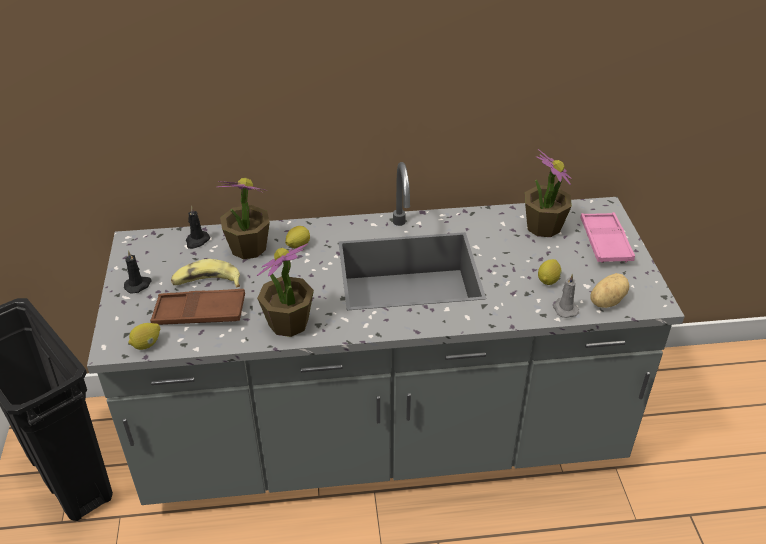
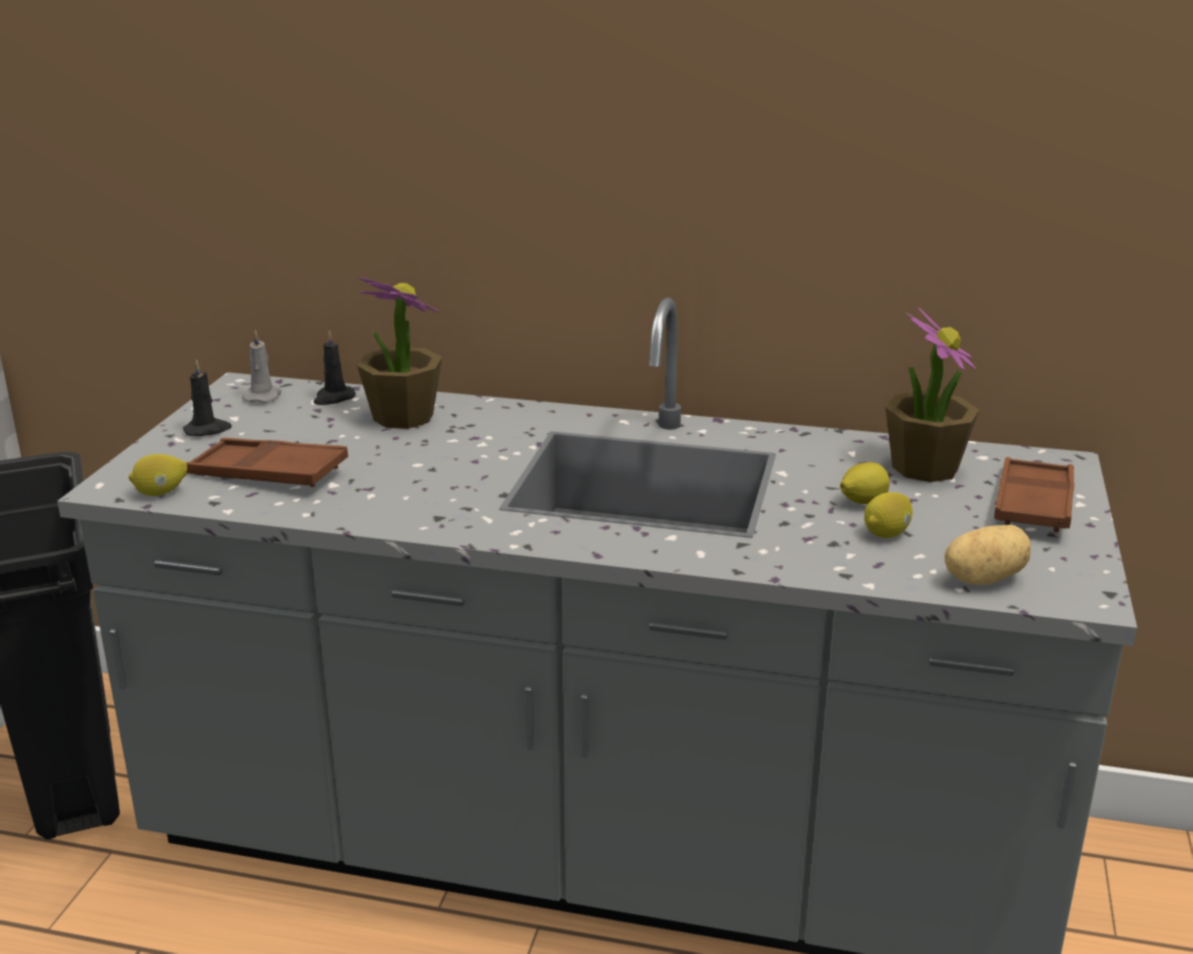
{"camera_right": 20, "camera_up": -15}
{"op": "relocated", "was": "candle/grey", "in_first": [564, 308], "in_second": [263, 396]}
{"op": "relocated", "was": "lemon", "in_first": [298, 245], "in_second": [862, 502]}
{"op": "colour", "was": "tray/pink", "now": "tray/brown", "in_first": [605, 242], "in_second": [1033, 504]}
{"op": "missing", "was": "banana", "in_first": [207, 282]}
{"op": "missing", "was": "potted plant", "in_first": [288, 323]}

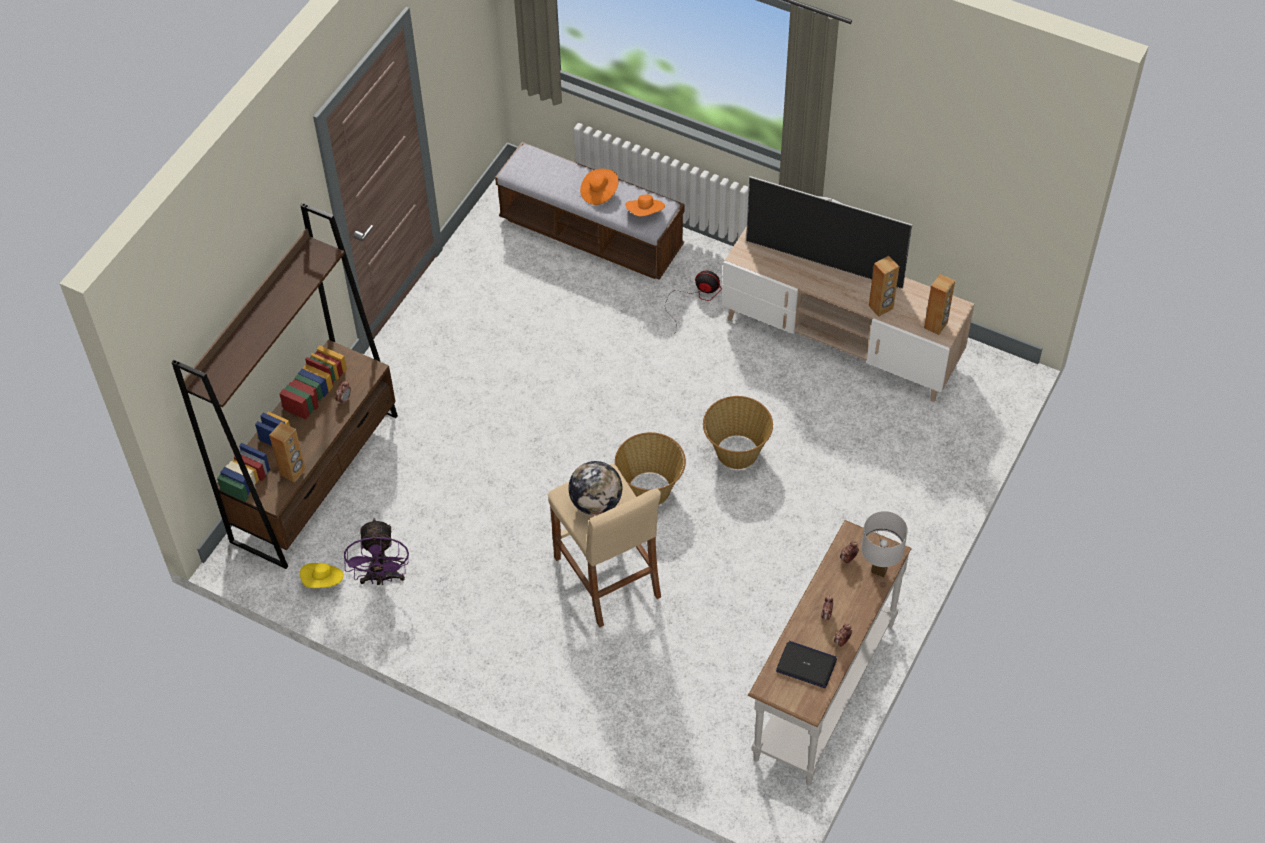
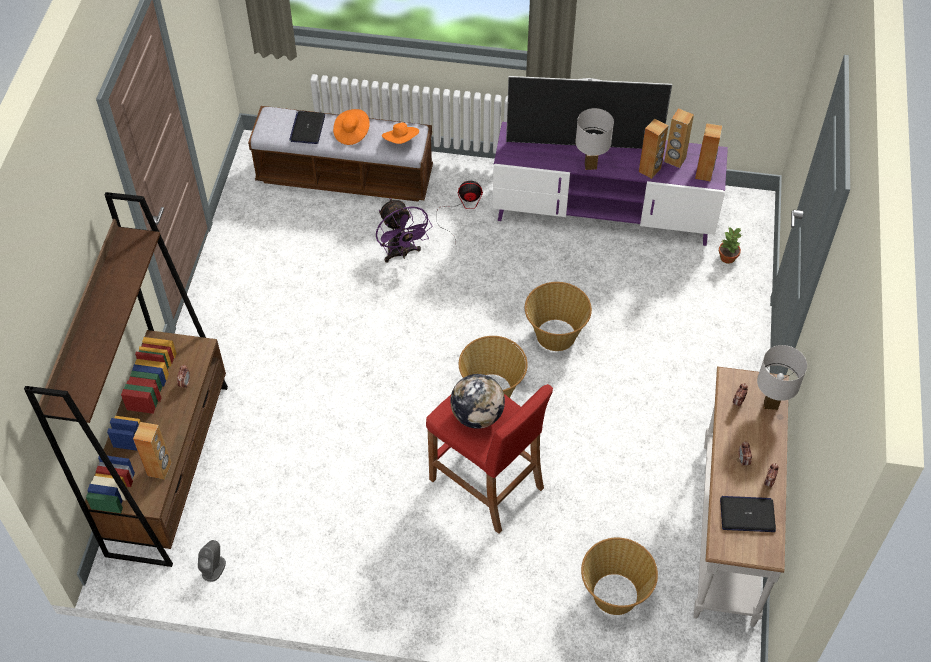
{"camera_right": -20, "camera_up": 0}
{"op": "exchanged", "was": "hat/yellow", "now": "speaker/grey", "in_first": [323, 581], "in_second": [214, 568]}
{"op": "appeared", "now": "laptop", "in_second": [307, 128]}
{"op": "relocated", "was": "fan/purple", "in_first": [382, 577], "in_second": [401, 253]}
{"op": "colour", "was": "stool/beige", "now": "stool/red", "in_first": [607, 577], "in_second": [487, 484]}
{"op": "colour", "was": "tv stand/beige", "now": "tv stand/purple", "in_first": [840, 340], "in_second": [603, 213]}
{"op": "appeared", "now": "table lamp/white", "in_second": [590, 166]}
{"op": "appeared", "now": "basket", "in_second": [614, 594]}
{"op": "appeared", "now": "speaker/brown", "in_second": [675, 160]}
{"op": "appeared", "now": "potted plant", "in_second": [728, 258]}

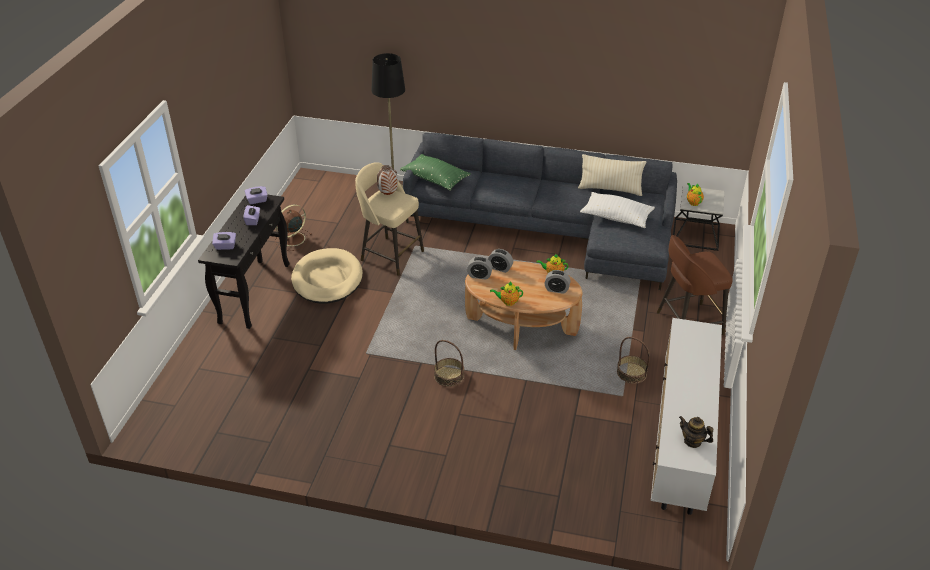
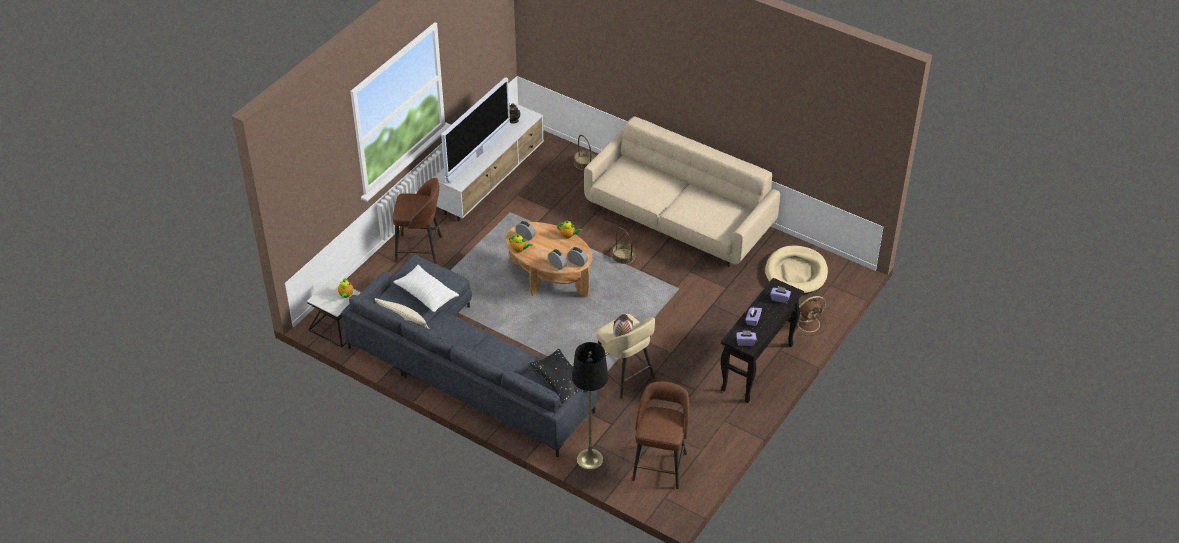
{"camera_right": -160, "camera_up": 5}
{"op": "appeared", "now": "television", "in_second": [478, 155]}
{"op": "colour", "was": "pillow/green", "now": "pillow/black", "in_first": [435, 179], "in_second": [561, 382]}
{"op": "relocated", "was": "basket", "in_first": [631, 373], "in_second": [584, 163]}
{"op": "appeared", "now": "sofa/beige", "in_second": [679, 220]}
{"op": "appeared", "now": "stool/brown", "in_second": [660, 465]}
{"op": "relocated", "was": "dog bed/beige", "in_first": [327, 279], "in_second": [796, 273]}
{"op": "relocated", "was": "fan/brown", "in_first": [292, 239], "in_second": [809, 323]}

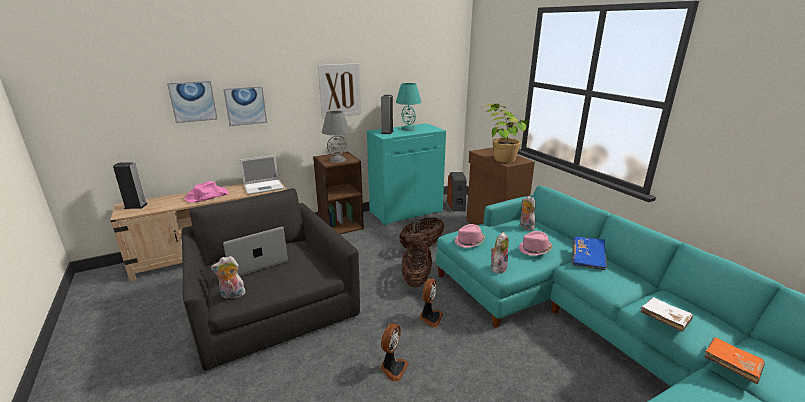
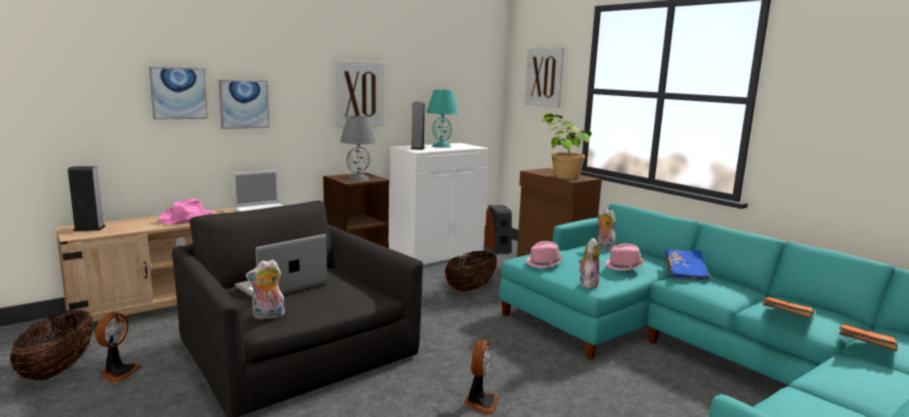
{"camera_right": -10, "camera_up": -10}
{"op": "relocated", "was": "basket", "in_first": [416, 279], "in_second": [58, 369]}
{"op": "relocated", "was": "fan", "in_first": [430, 318], "in_second": [118, 372]}
{"op": "colour", "was": "cabinet/turquoise", "now": "cabinet/white", "in_first": [406, 211], "in_second": [436, 254]}
{"op": "appeared", "now": "picture", "in_second": [544, 77]}
{"op": "colour", "was": "book/white", "now": "book/orange", "in_first": [663, 321], "in_second": [786, 317]}

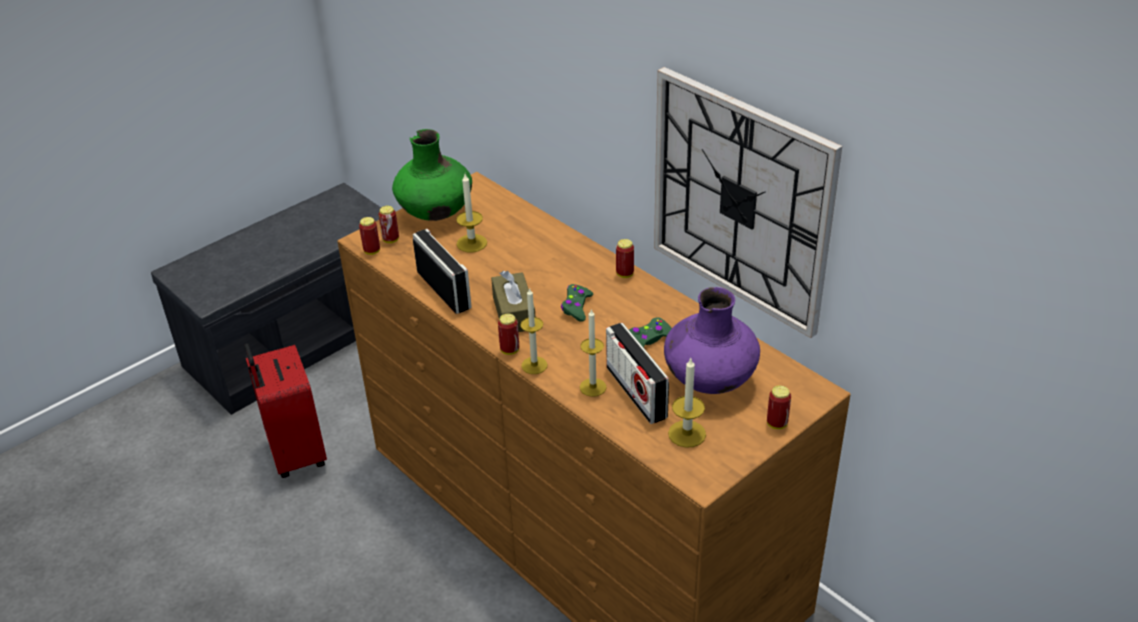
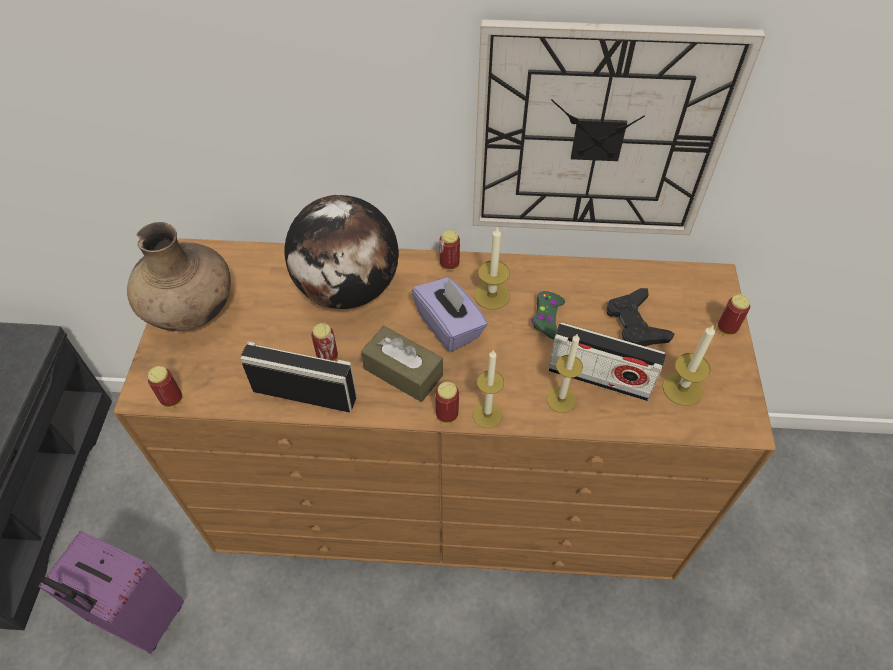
{"camera_right": -45, "camera_up": 15}
{"op": "colour", "was": "suitcase/red", "now": "suitcase/purple", "in_first": [295, 454], "in_second": [139, 617]}
{"op": "colour", "was": "vase/green", "now": "vase/brown", "in_first": [436, 213], "in_second": [191, 310]}
{"op": "appeared", "now": "globe", "in_second": [348, 289]}
{"op": "relocated", "was": "can", "in_first": [391, 240], "in_second": [327, 357]}
{"op": "exchanged", "was": "game controller/green", "now": "tissue box/purple", "in_first": [576, 307], "in_second": [449, 326]}
{"op": "relocated", "was": "candle", "in_first": [472, 243], "in_second": [492, 295]}
{"op": "exchanged", "was": "vase/purple", "now": "game controller/black", "in_first": [709, 380], "in_second": [635, 324]}

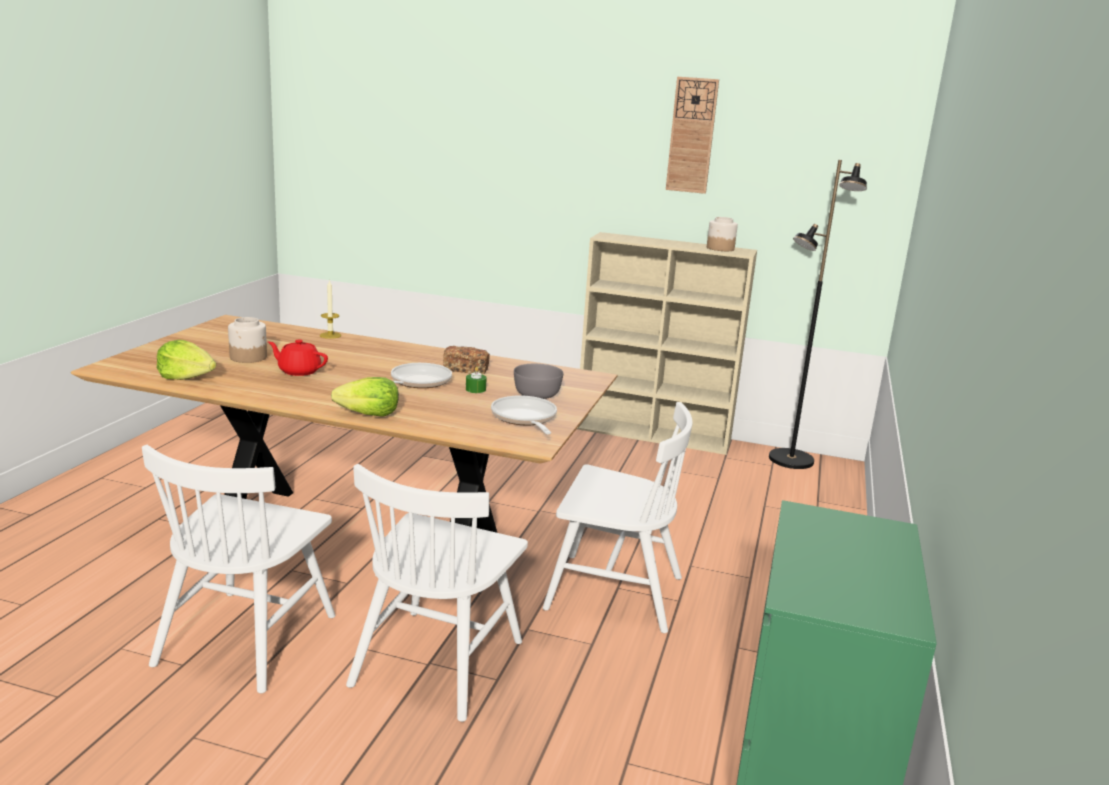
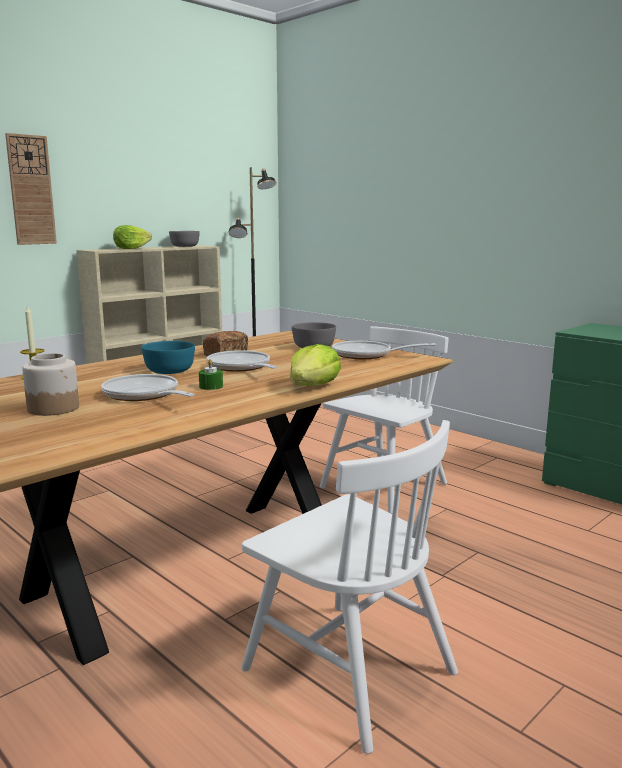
{"camera_right": -60, "camera_up": -5}
{"op": "relocated", "was": "wall clock", "in_first": [692, 135], "in_second": [31, 190]}
{"op": "exchanged", "was": "teapot/red", "now": "frying pan", "in_first": [299, 371], "in_second": [144, 395]}
{"op": "relocated", "was": "lettuce", "in_first": [186, 377], "in_second": [131, 248]}
{"op": "appeared", "now": "bowl/turquoise", "in_second": [169, 370]}
{"op": "exchanged", "was": "jar", "now": "bowl/grey", "in_first": [720, 248], "in_second": [184, 246]}
{"op": "relocated", "was": "candle/green", "in_first": [475, 389], "in_second": [211, 386]}
{"op": "missing", "was": "chair/white", "in_first": [437, 662]}

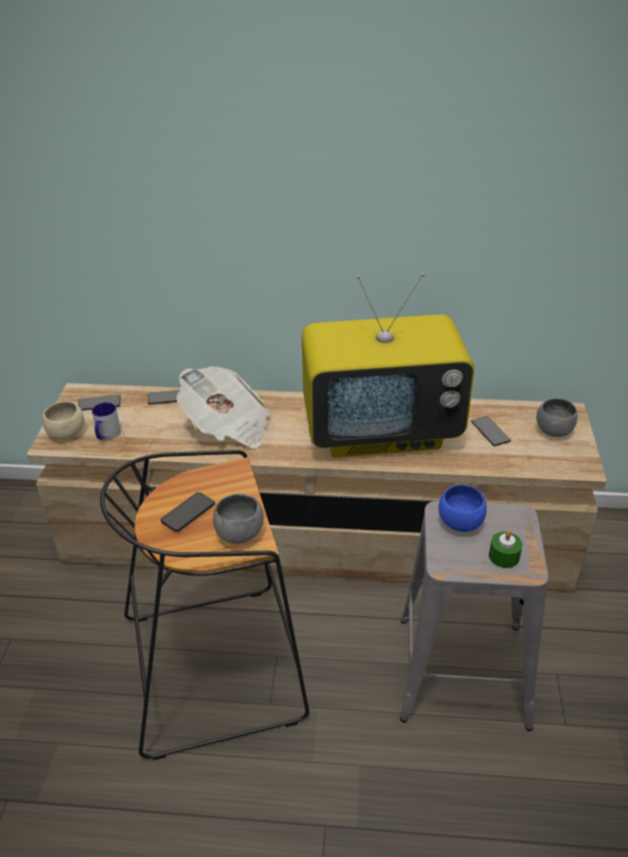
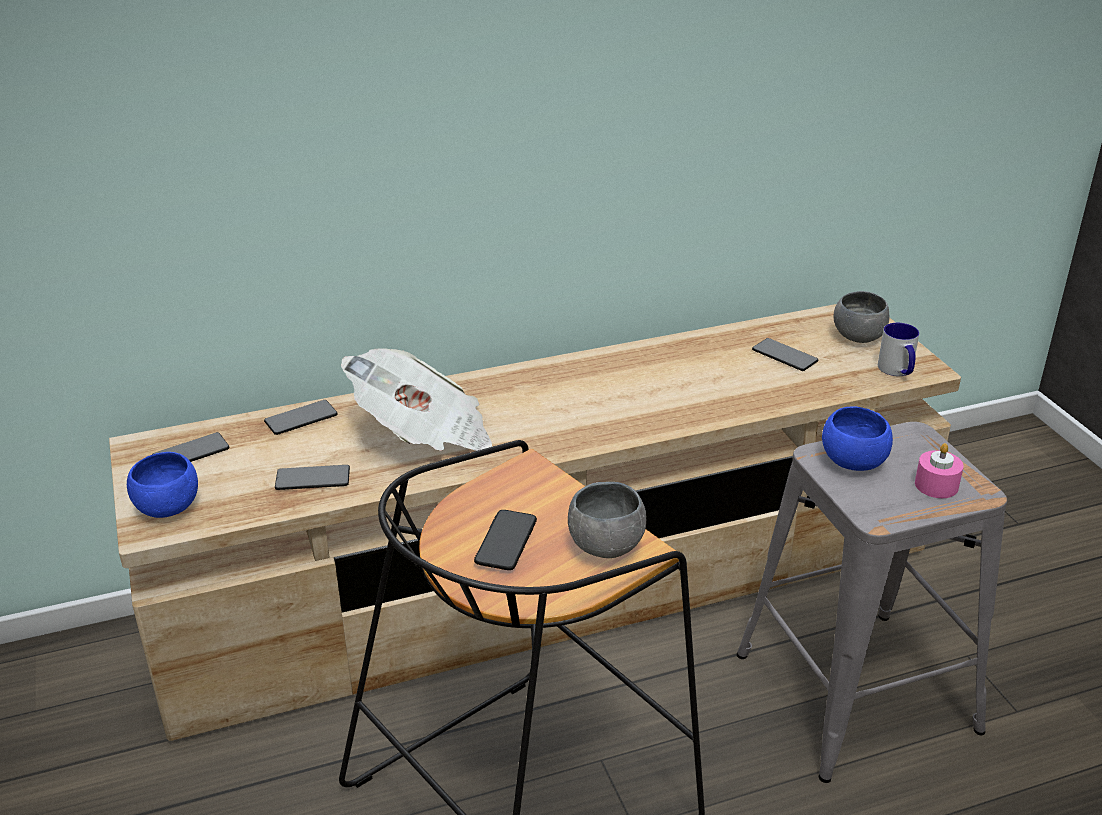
{"camera_right": -25, "camera_up": -5}
{"op": "colour", "was": "bowl/beige", "now": "bowl/blue", "in_first": [66, 433], "in_second": [167, 507]}
{"op": "appeared", "now": "phone", "in_second": [313, 479]}
{"op": "relocated", "was": "mug", "in_first": [106, 435], "in_second": [898, 371]}
{"op": "colour", "was": "candle/green", "now": "candle/pink", "in_first": [504, 556], "in_second": [936, 485]}
{"op": "missing", "was": "television", "in_first": [382, 431]}

